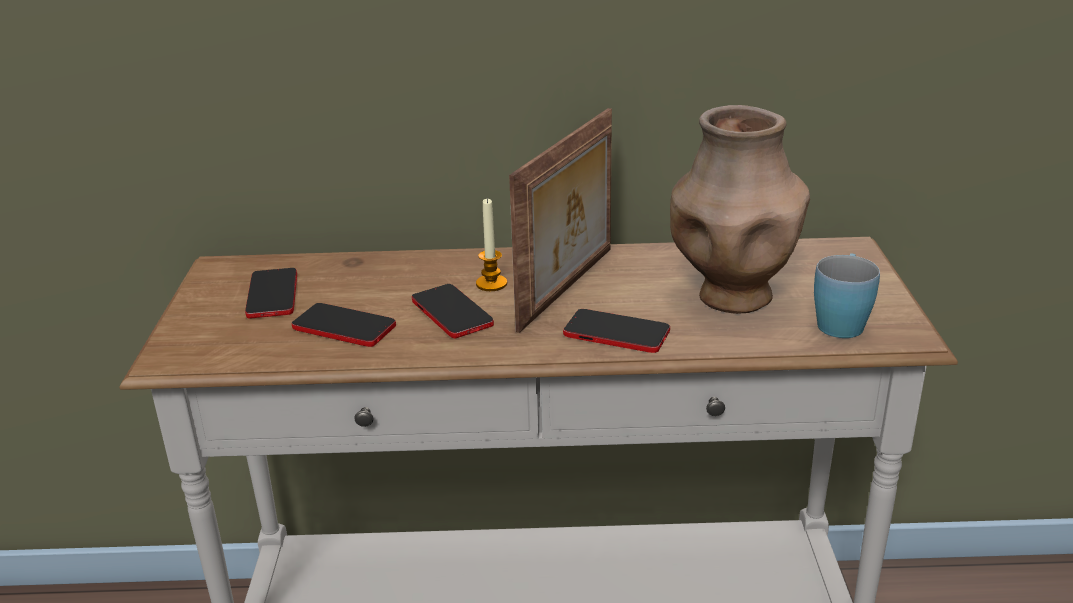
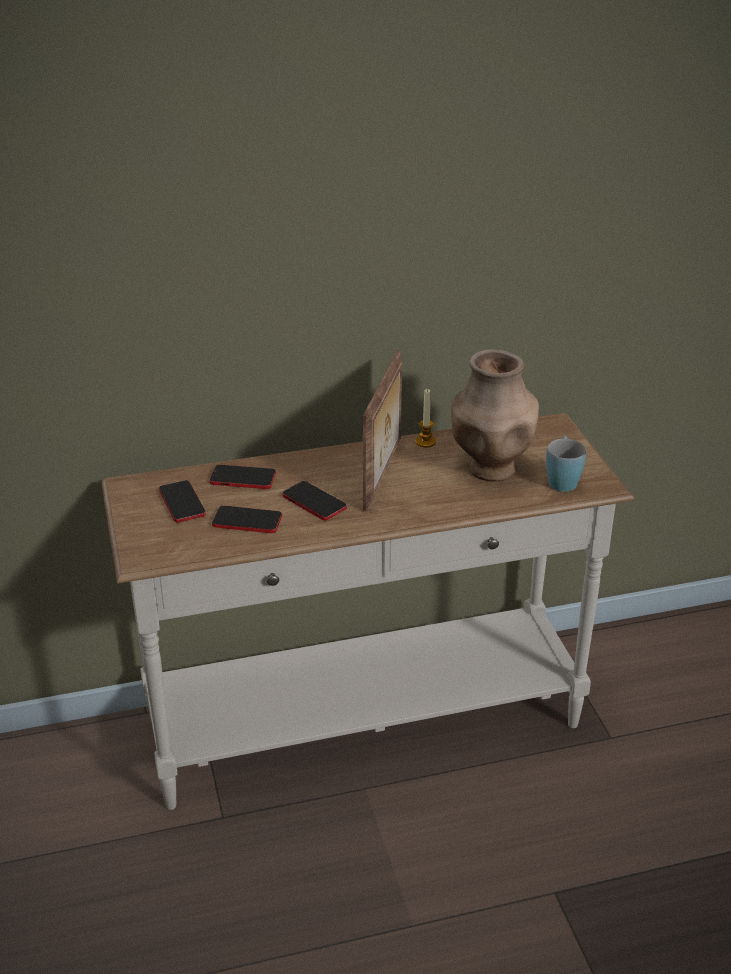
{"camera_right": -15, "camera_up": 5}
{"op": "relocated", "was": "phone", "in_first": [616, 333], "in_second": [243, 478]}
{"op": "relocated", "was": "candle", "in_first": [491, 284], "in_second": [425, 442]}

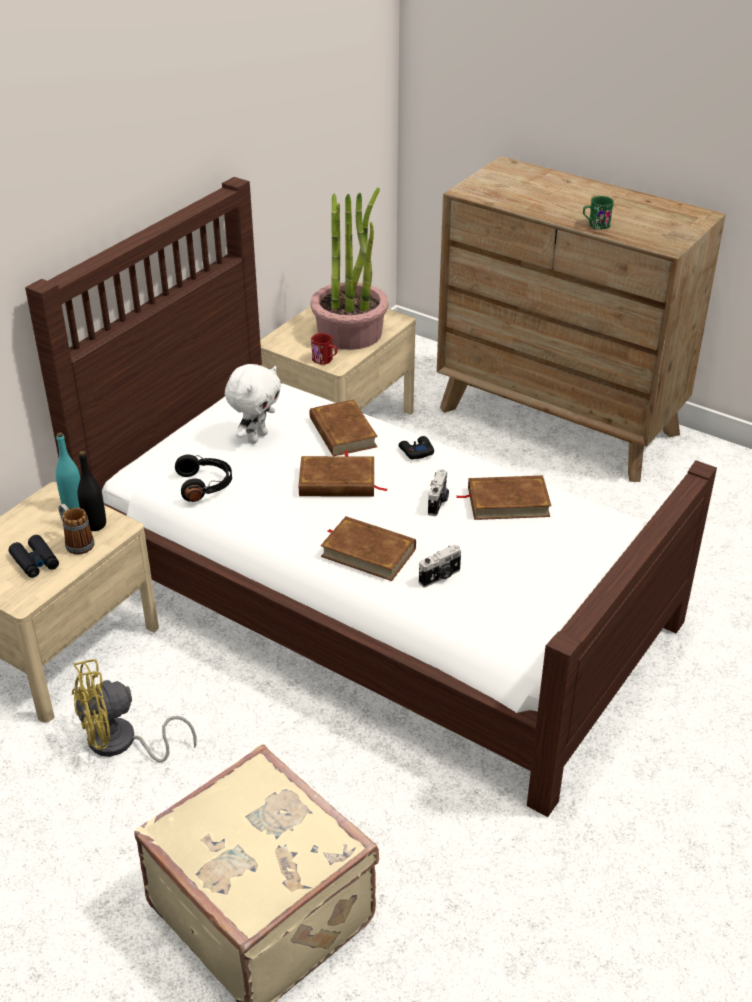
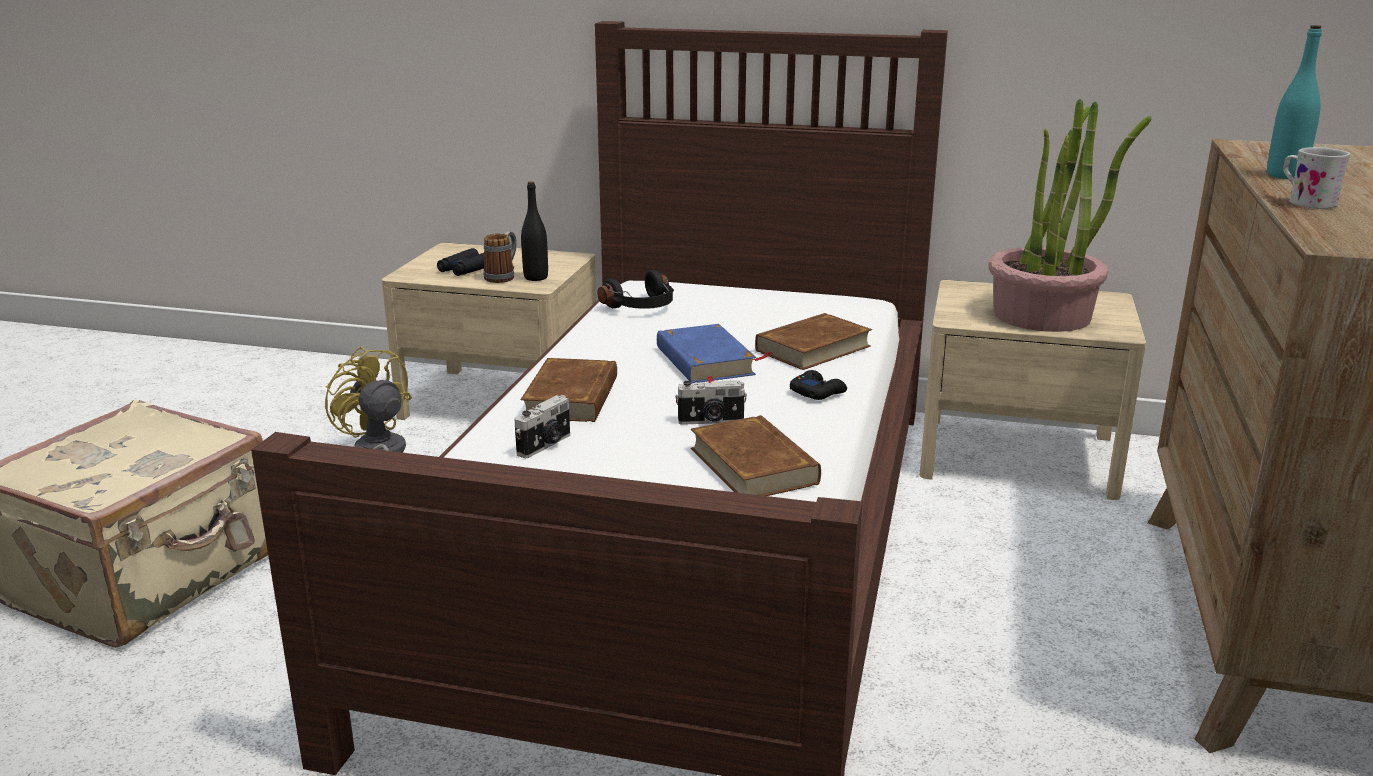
{"camera_right": 70, "camera_up": -15}
{"op": "spun", "was": "photo camera", "in_first": [440, 577], "in_second": [546, 445], "clockwise": -90}
{"op": "colour", "was": "book/brown", "now": "book/blue", "in_first": [337, 482], "in_second": [704, 361]}
{"op": "relocated", "was": "bottle/turquoise", "in_first": [73, 506], "in_second": [1285, 175]}
{"op": "colour", "was": "mug/green", "now": "mug/white", "in_first": [595, 225], "in_second": [1305, 202]}
{"op": "missing", "was": "plush toy/white", "in_first": [256, 437]}
{"op": "missing", "was": "mug/red", "in_first": [325, 360]}

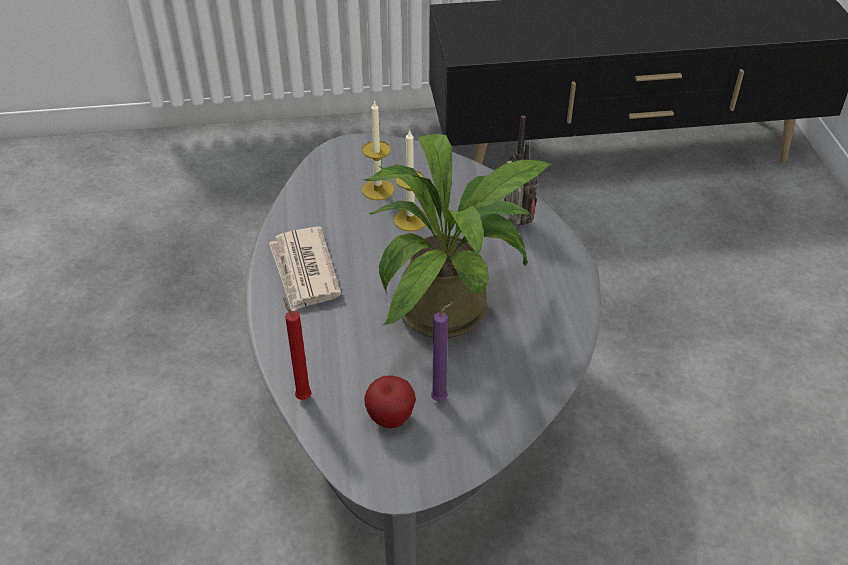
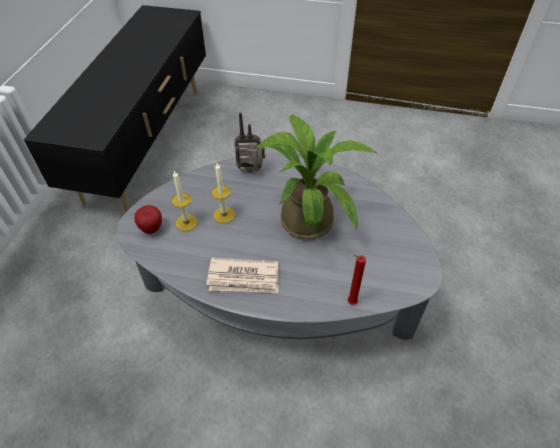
{"camera_right": -70, "camera_up": 5}
{"op": "relocated", "was": "apple", "in_first": [390, 419], "in_second": [151, 229]}
{"op": "missing", "was": "candle/purple", "in_first": [441, 398]}

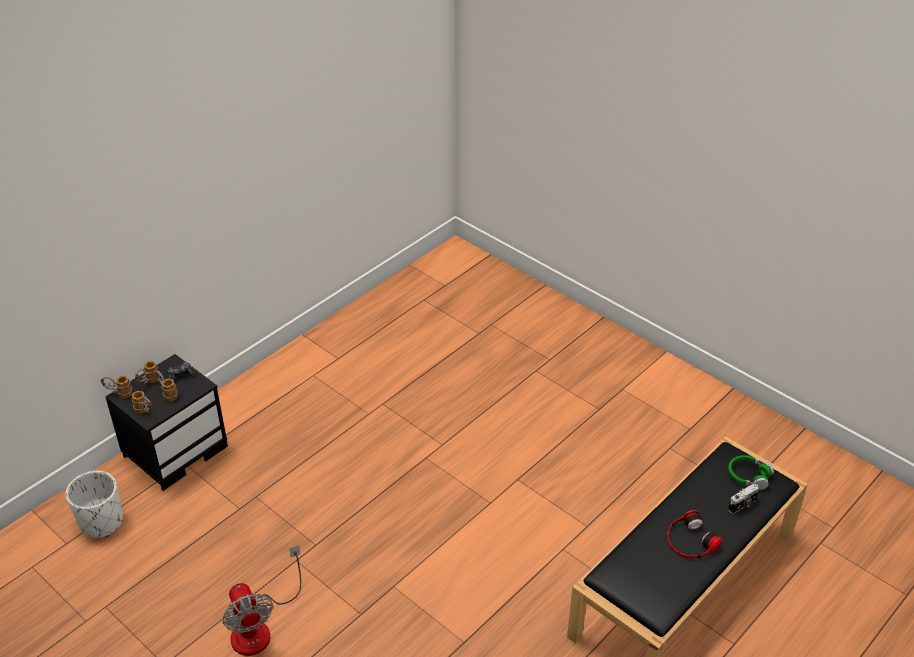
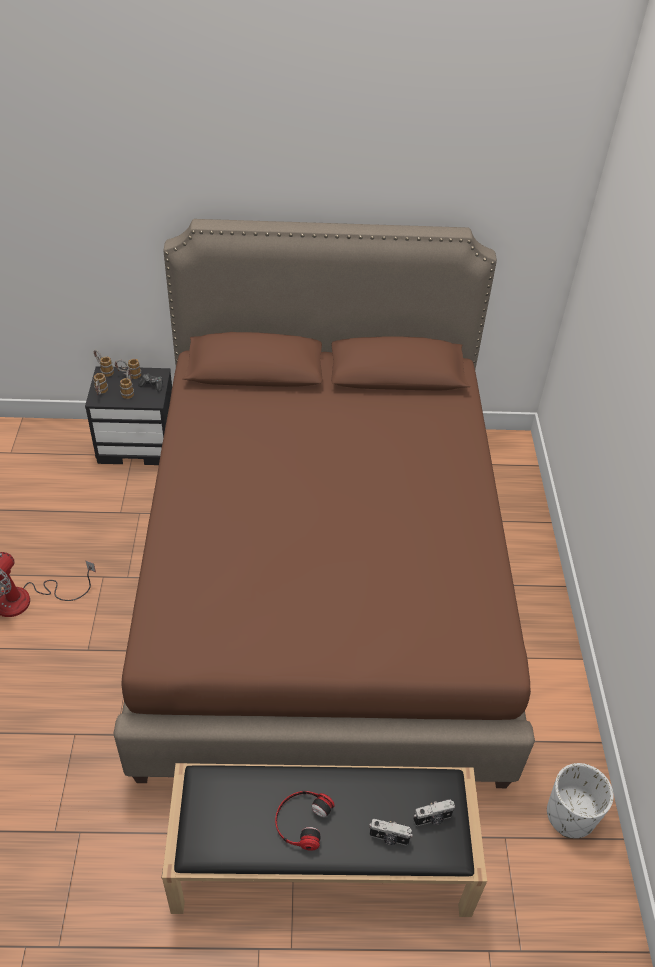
{"camera_right": 45, "camera_up": 5}
{"op": "appeared", "now": "bed/brown", "in_second": [322, 579]}
{"op": "exchanged", "was": "headphones/green", "now": "photo camera", "in_first": [748, 476], "in_second": [433, 819]}
{"op": "relocated", "was": "planter/white", "in_first": [101, 522], "in_second": [570, 815]}

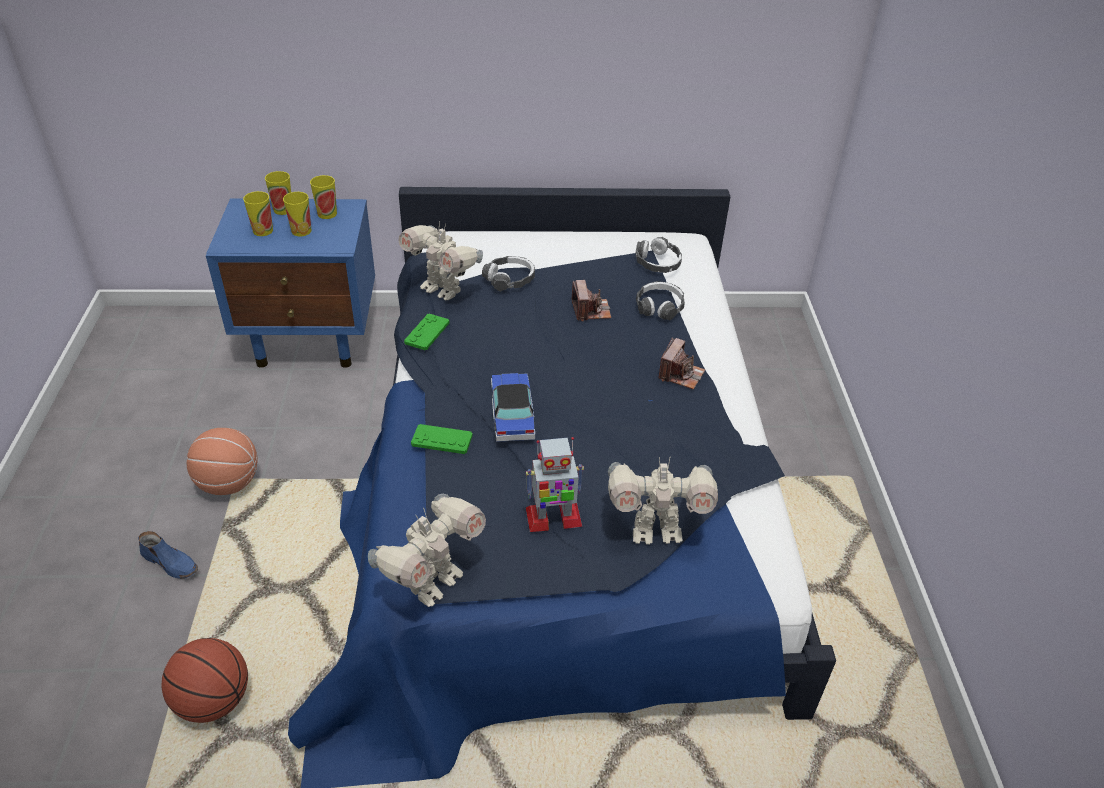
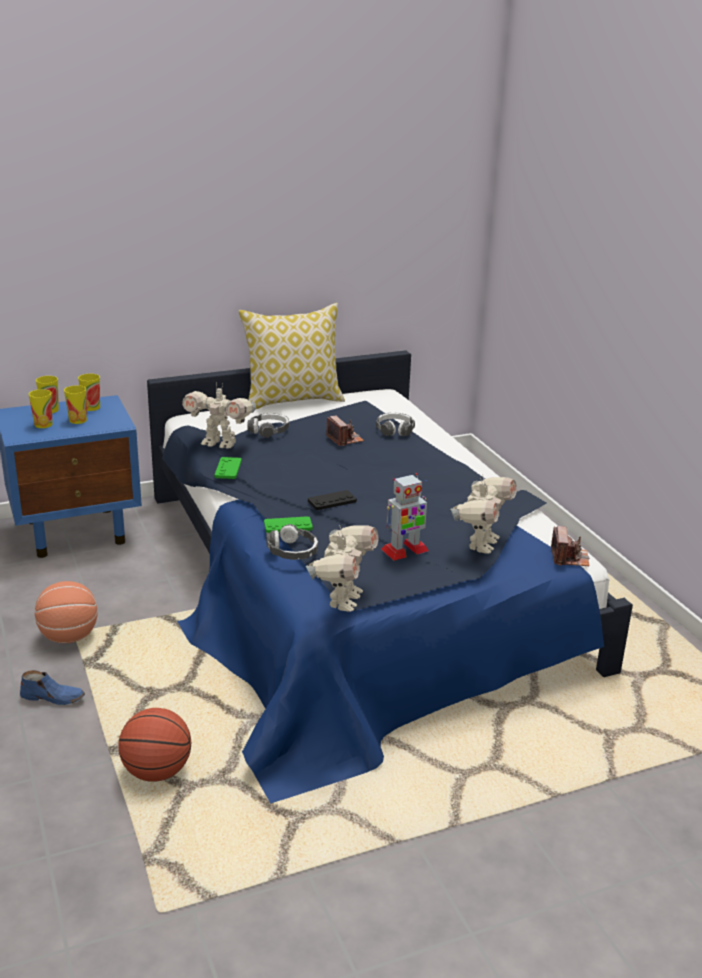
{"camera_right": -20, "camera_up": -15}
{"op": "appeared", "now": "pillow", "in_second": [293, 400]}
{"op": "relocated", "was": "headphones", "in_first": [657, 263], "in_second": [292, 551]}
{"op": "exchanged", "was": "toy car", "now": "game controller/black", "in_first": [512, 413], "in_second": [332, 501]}
{"op": "spun", "was": "toy robot", "in_first": [655, 530], "in_second": [480, 544], "clockwise": -45}
{"op": "relocated", "was": "photo camera", "in_first": [680, 374], "in_second": [569, 558]}

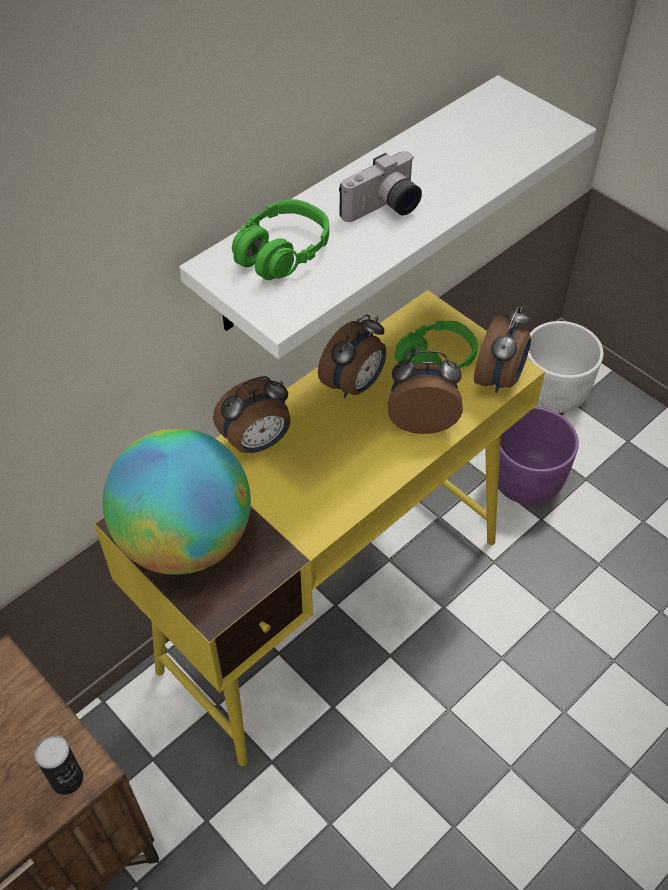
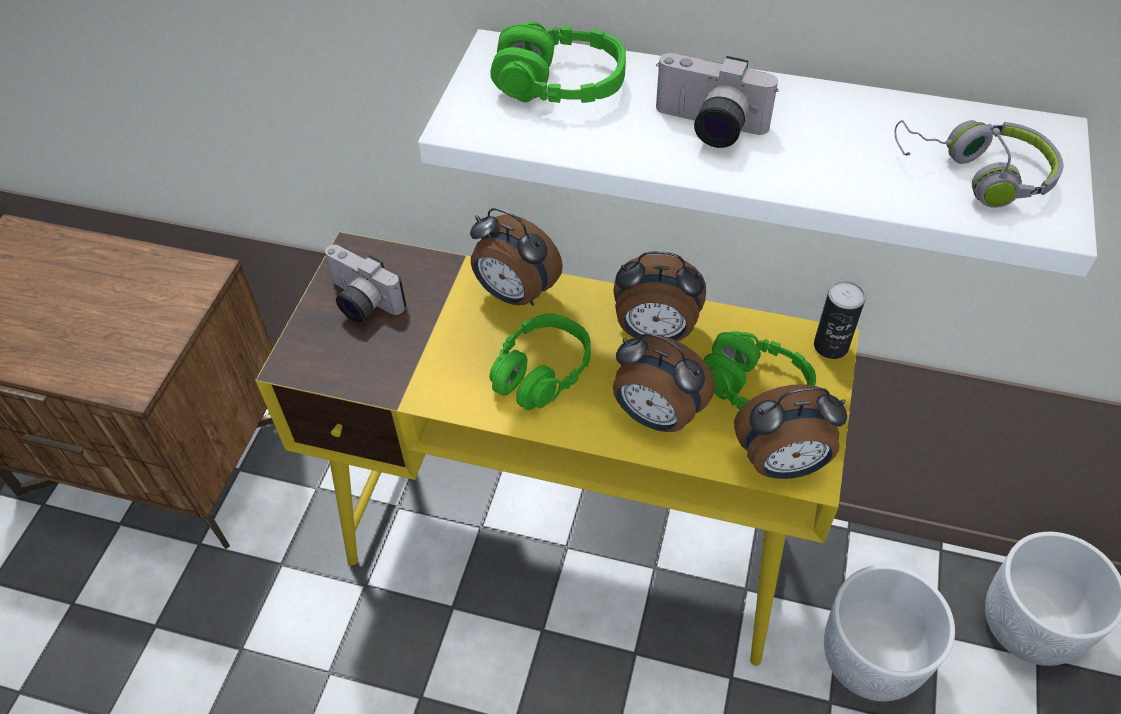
{"camera_right": 60, "camera_up": 0}
{"op": "exchanged", "was": "globe", "now": "photo camera", "in_first": [185, 540], "in_second": [360, 302]}
{"op": "appeared", "now": "headphones/green", "in_second": [541, 372]}
{"op": "spun", "was": "alarm clock", "in_first": [422, 419], "in_second": [656, 416], "clockwise": 150}
{"op": "relocated", "was": "can", "in_first": [67, 779], "in_second": [830, 346]}
{"op": "colour", "was": "planter/purple", "now": "planter/white", "in_first": [526, 481], "in_second": [870, 658]}
{"op": "appeared", "now": "headphones/grey", "in_second": [976, 174]}

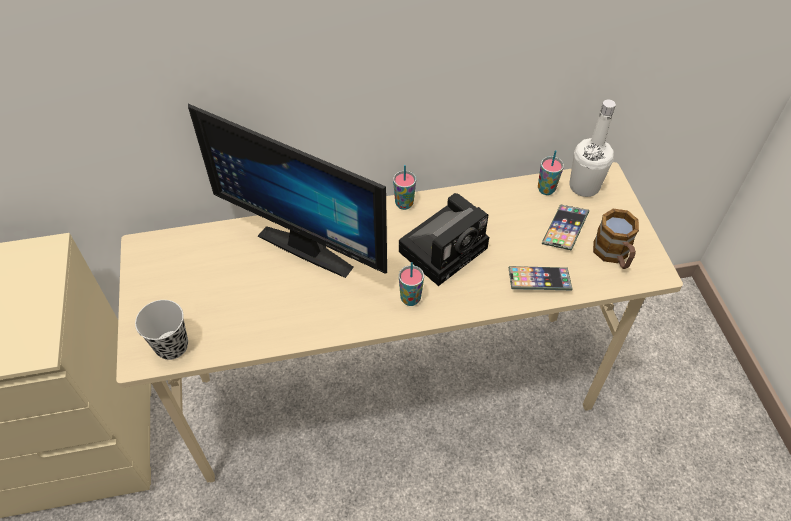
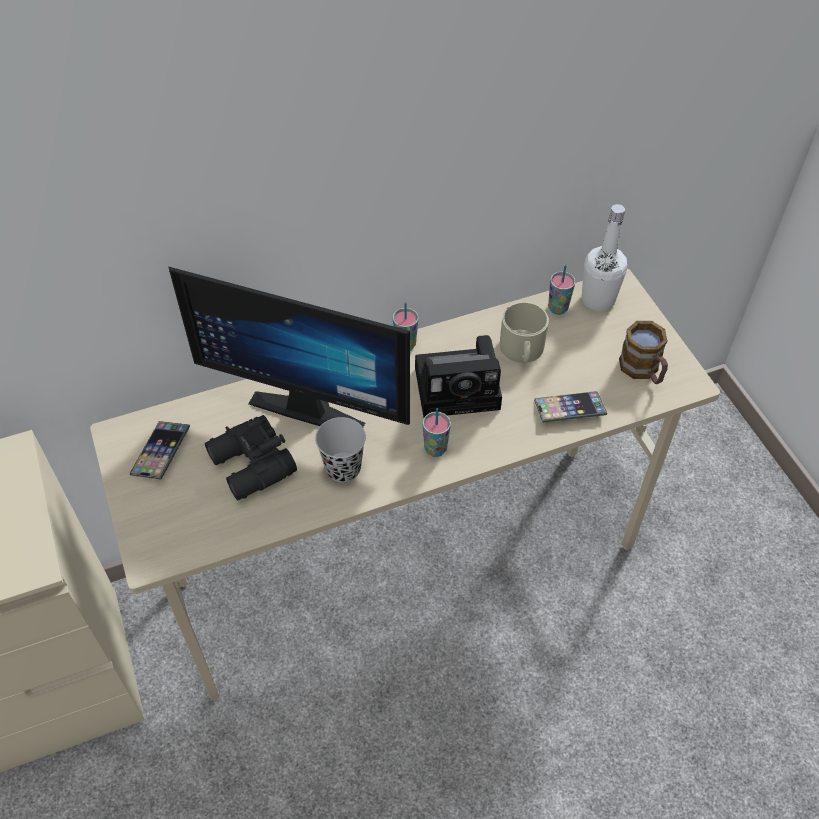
{"camera_right": -10, "camera_up": 0}
{"op": "relocated", "was": "phone", "in_first": [564, 229], "in_second": [161, 453]}
{"op": "appeared", "now": "binoculars/black", "in_second": [251, 467]}
{"op": "relocated", "was": "cup/black", "in_first": [172, 346], "in_second": [343, 468]}
{"op": "spun", "was": "photo camera", "in_first": [445, 247], "in_second": [461, 387], "clockwise": 45}
{"op": "appeared", "now": "mug/beige", "in_second": [522, 350]}

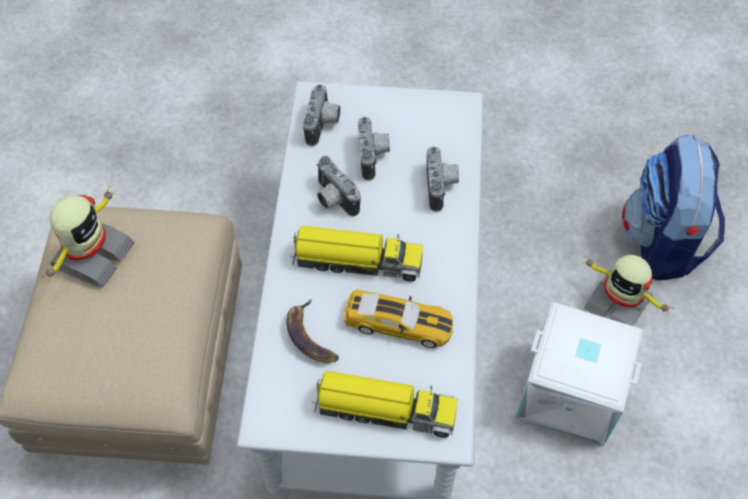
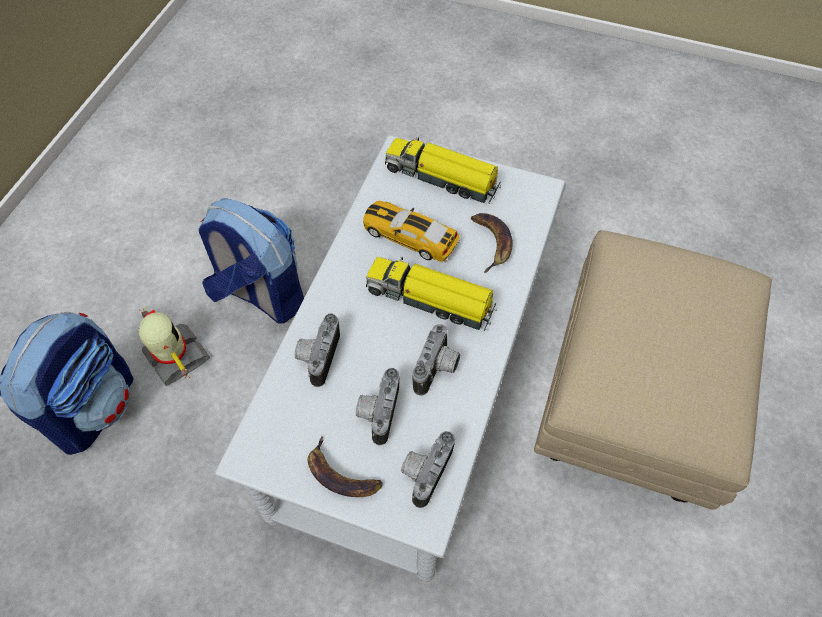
{"camera_right": -165, "camera_up": 0}
{"op": "exchanged", "was": "storage box/white", "now": "backpack", "in_first": [571, 391], "in_second": [260, 295]}
{"op": "appeared", "now": "banana", "in_second": [341, 474]}
{"op": "spun", "was": "photo camera", "in_first": [333, 199], "in_second": [438, 370], "clockwise": 45}
{"op": "missing", "was": "toy robot", "in_first": [91, 255]}

